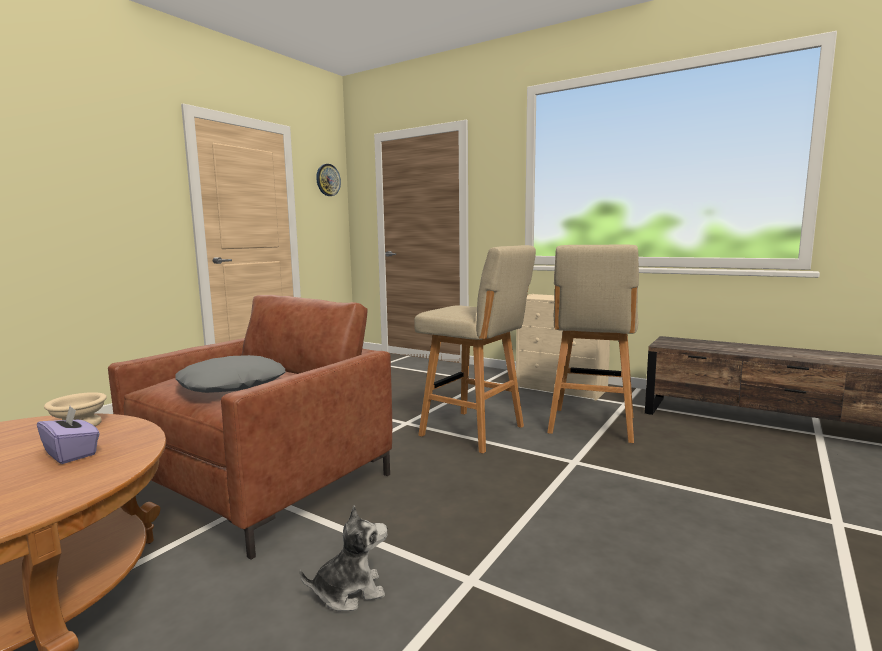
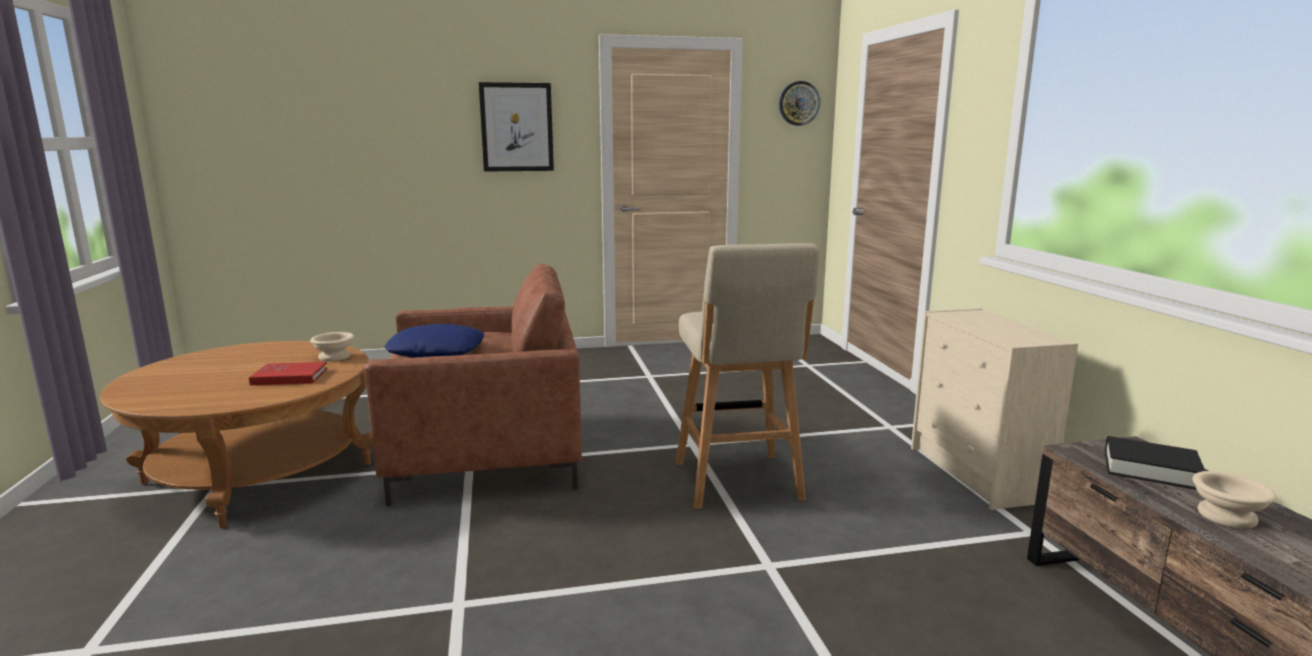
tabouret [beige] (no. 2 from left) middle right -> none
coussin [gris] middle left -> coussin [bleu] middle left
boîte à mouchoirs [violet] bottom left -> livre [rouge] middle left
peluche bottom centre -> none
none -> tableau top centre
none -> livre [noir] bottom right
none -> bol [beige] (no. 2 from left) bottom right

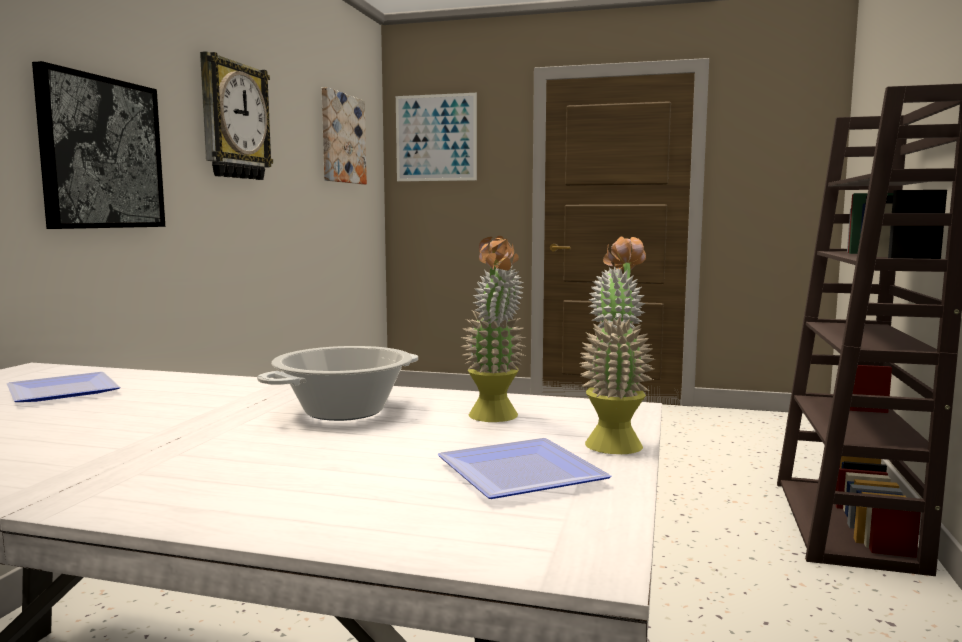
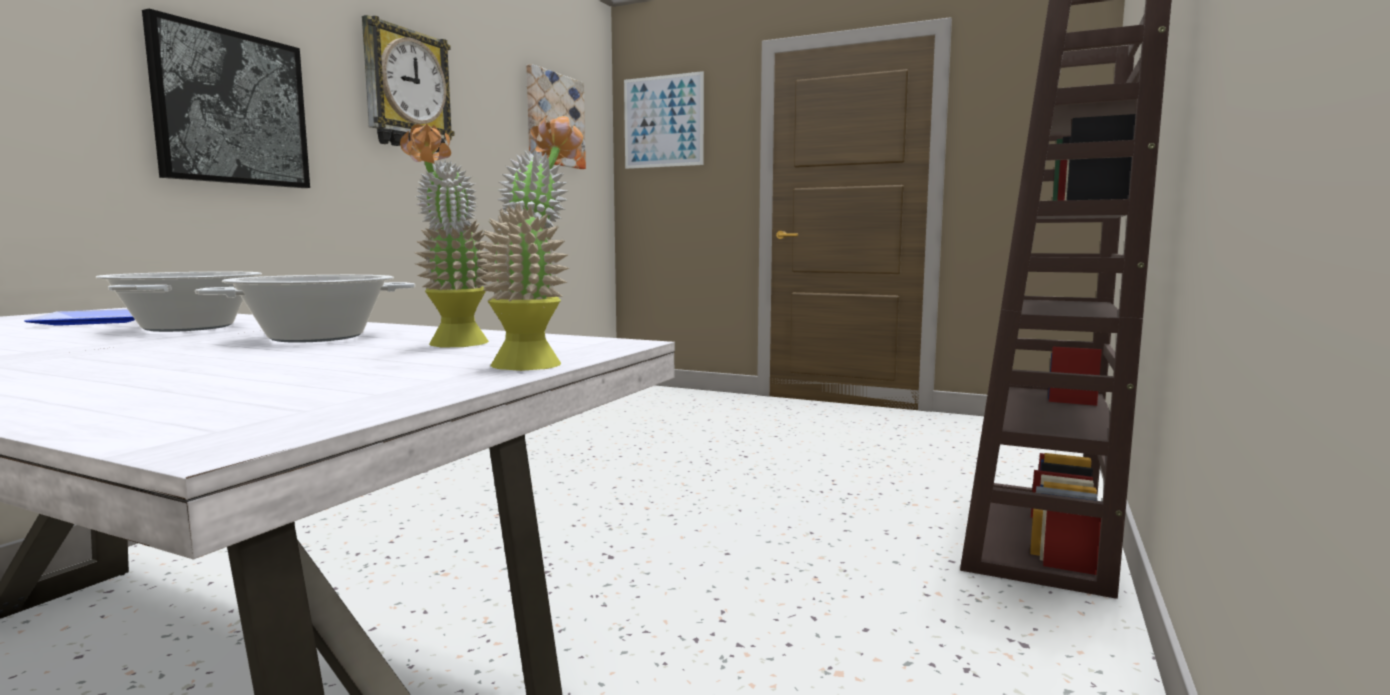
assiette (no. 2 from left) bottom centre -> none
none -> marmite (no. 1 from left) middle left

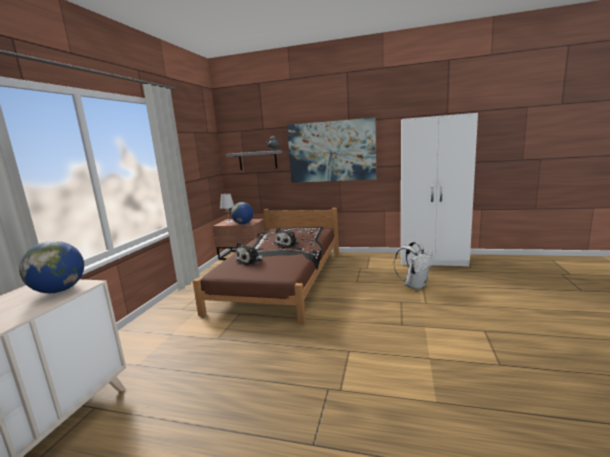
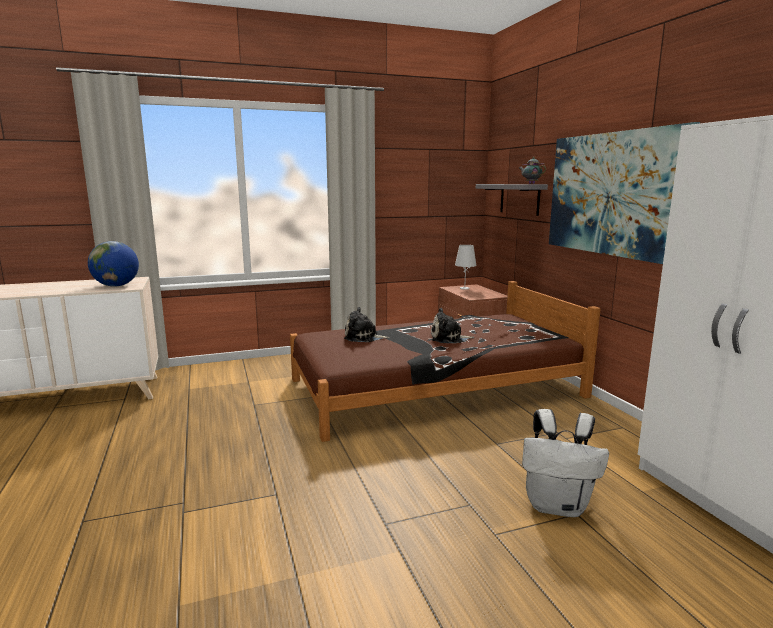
globe (no. 2 from left) centre -> none

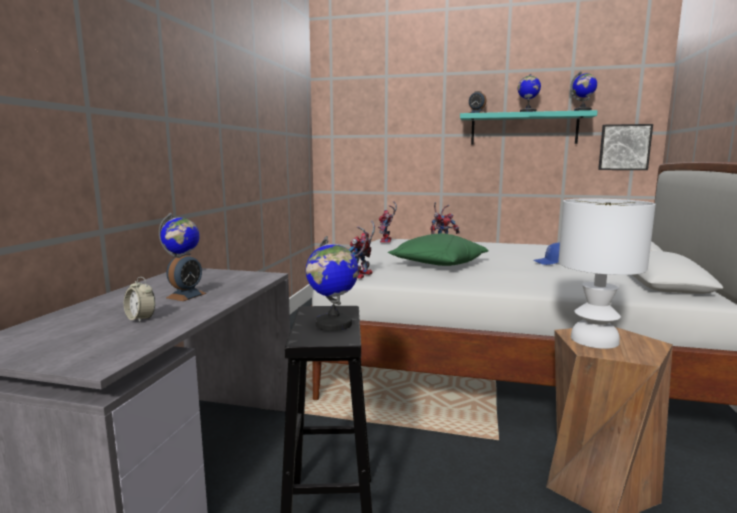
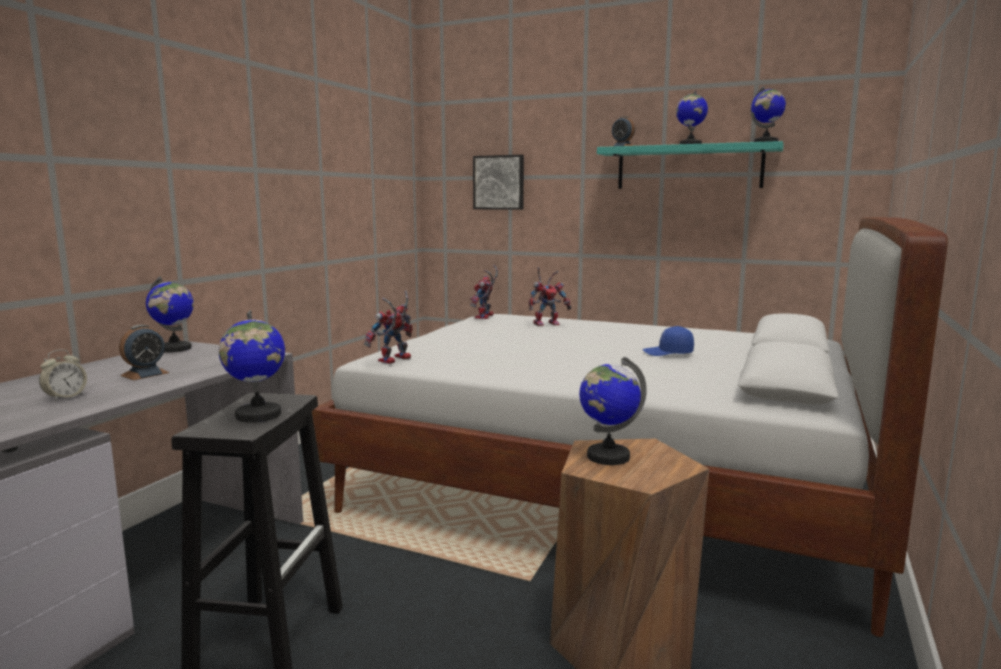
tableau top right -> tableau top centre, shifted
lampe de table [blanc] middle right -> globe (no. 3 from left) centre
coussin [vert] centre -> none
réveil (no. 1 from left) middle left, 105 degrees counterclockwise

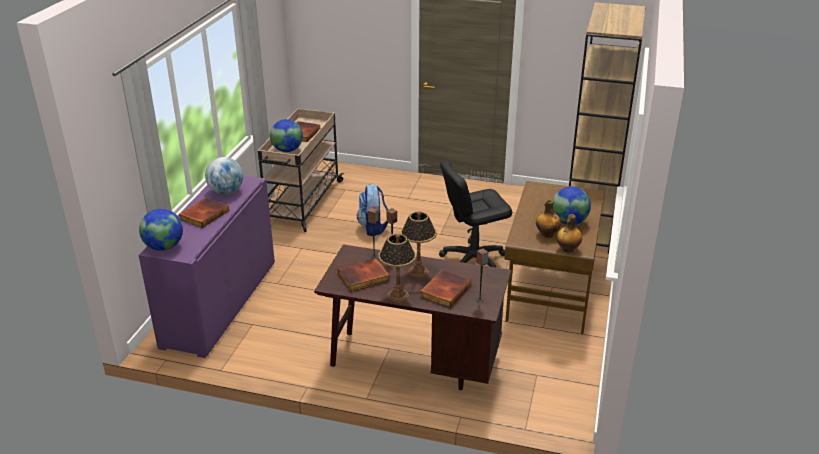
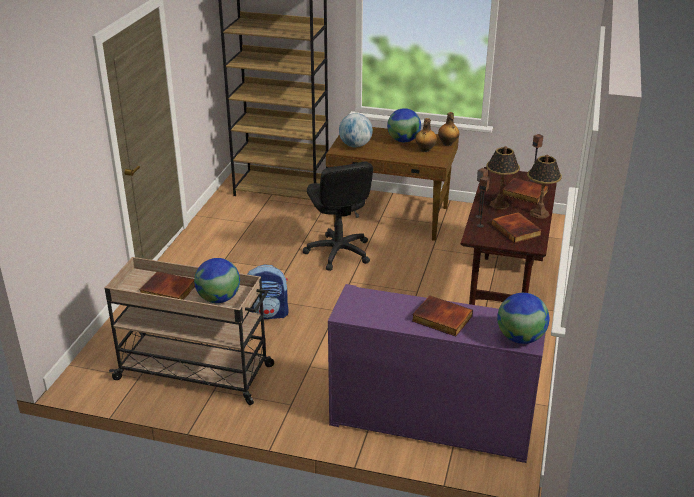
globe (no. 2 from left) middle left -> globe (no. 2 from left) top centre, shifted

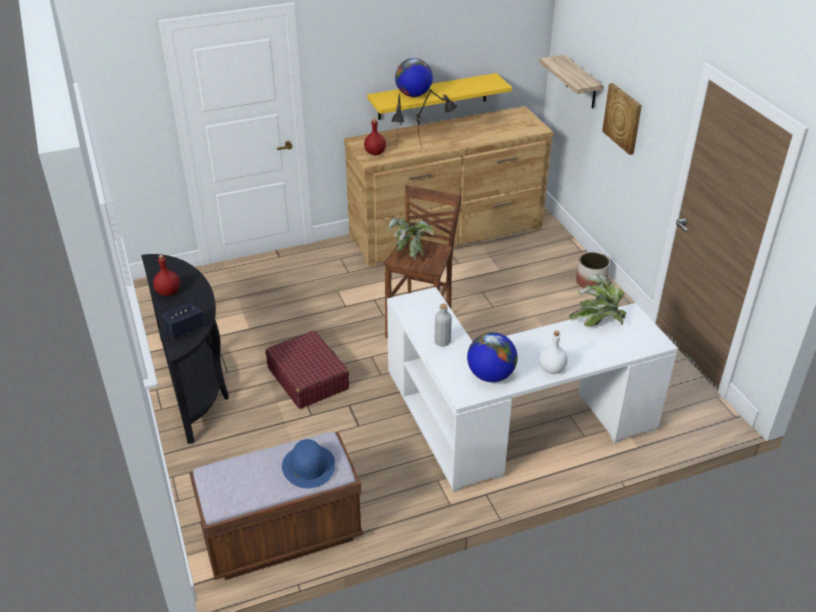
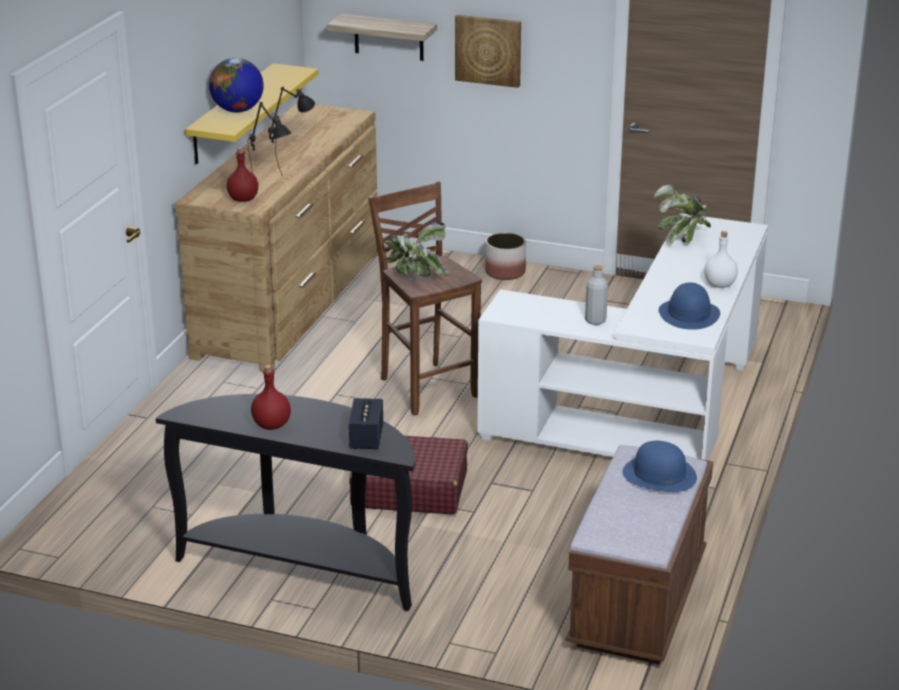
globe (no. 2 from left) centre -> chapeau [bleu] (no. 2 from left) middle right

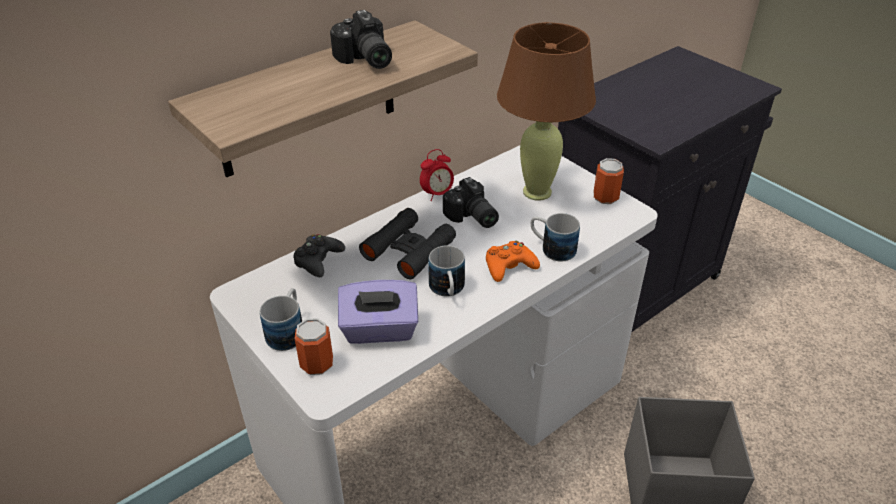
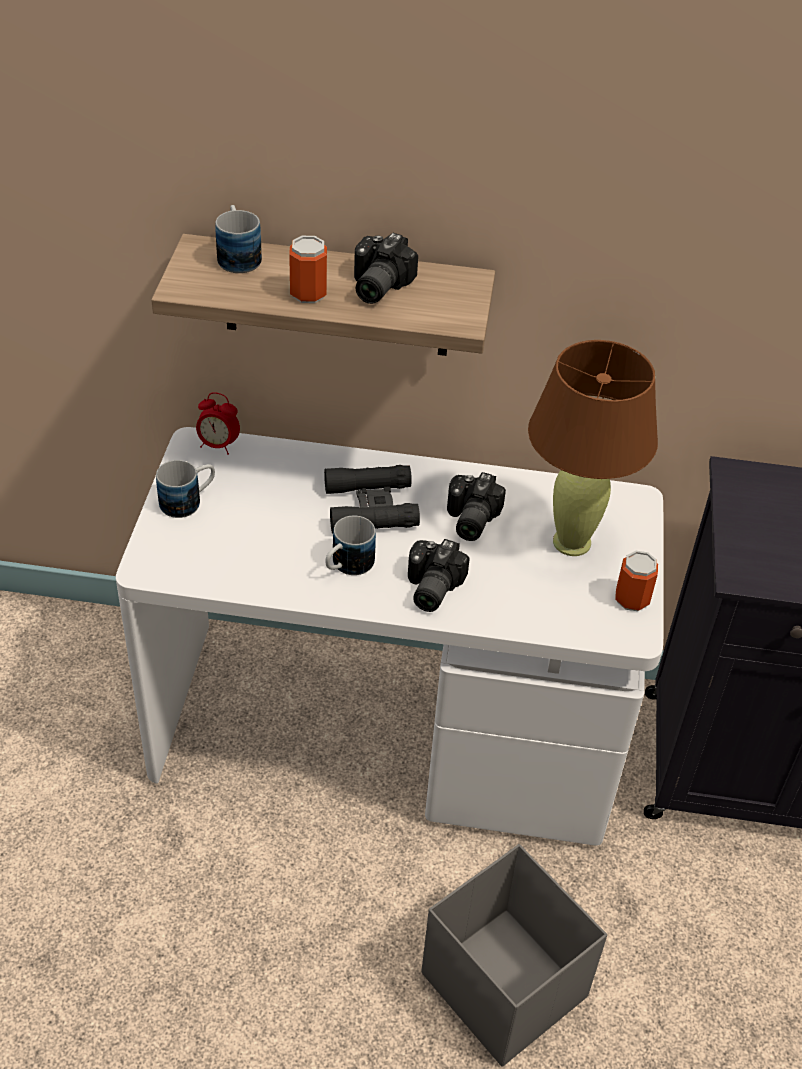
réveil centre -> réveil middle left, shifted
mug (no. 3 from left in the first image) centre -> mug (no. 2 from left) top left, shifted
manette [noir] centre -> none
manette [orange] centre -> appareil photo (no. 2 from left) centre
boîte à mouchoirs [violet] centre -> none
boîte métallique (no. 1 from left) bottom centre -> boîte métallique (no. 1 from left) top centre, shifted

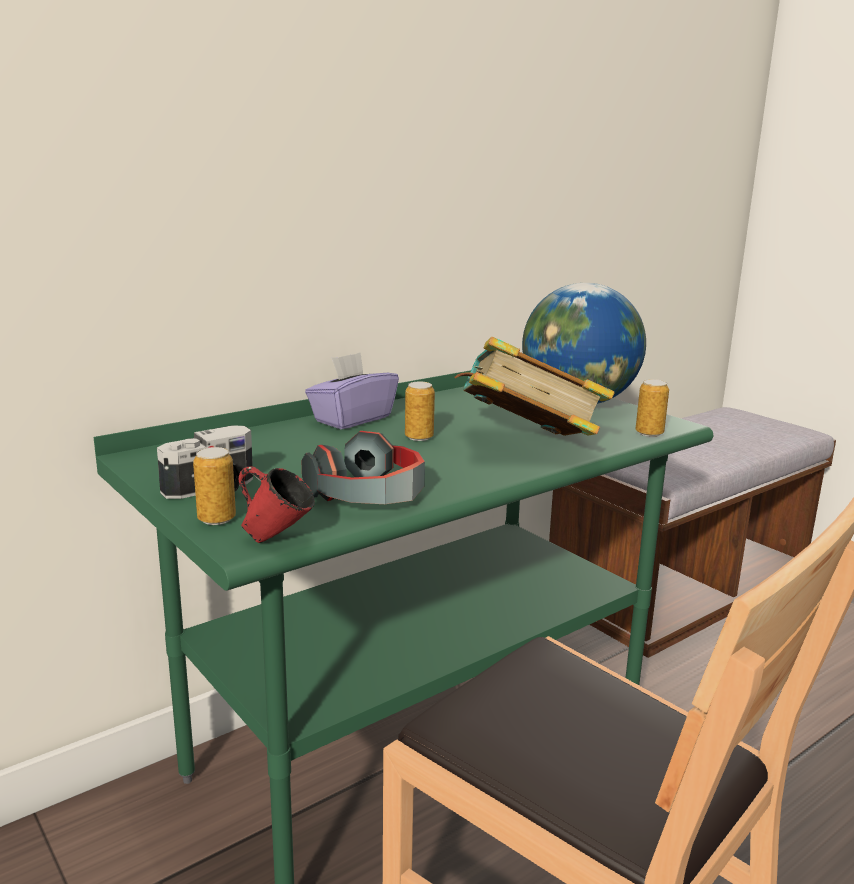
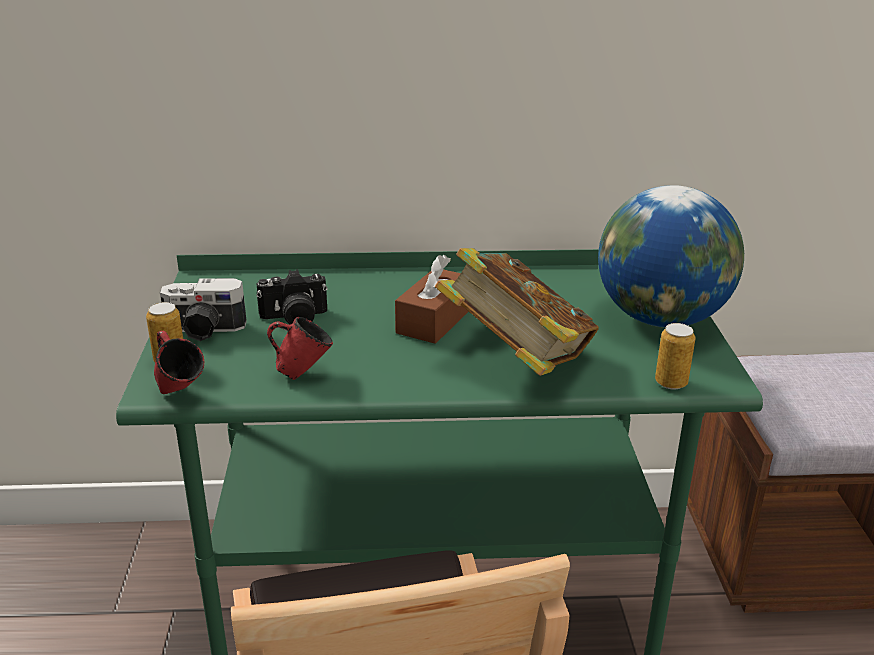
boîte à mouchoirs [violet] centre -> none
boîte métallique (no. 2 from left) centre -> boîte à mouchoirs [marron] centre
casque audio centre -> mug [rouge] (no. 2 from left) centre
none -> appareil photo (no. 2 from left) middle left

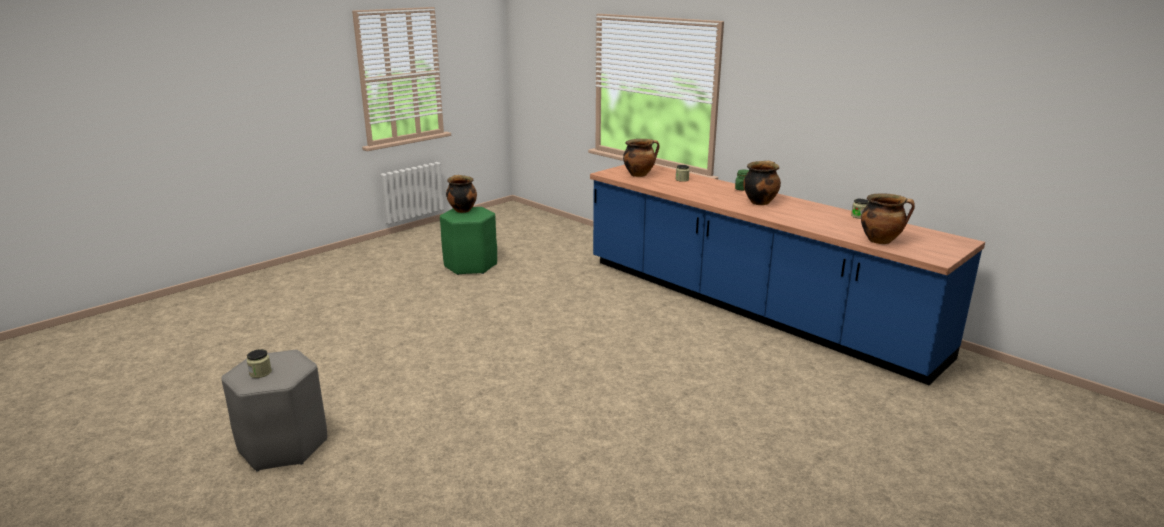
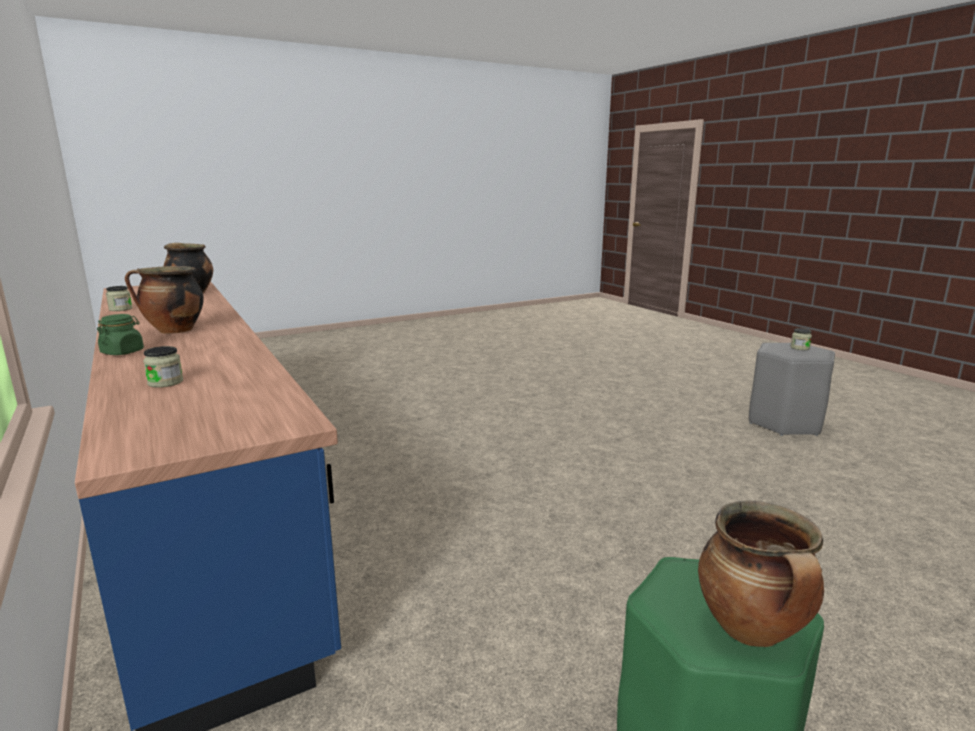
marmite (no. 2 from left) top centre -> none

